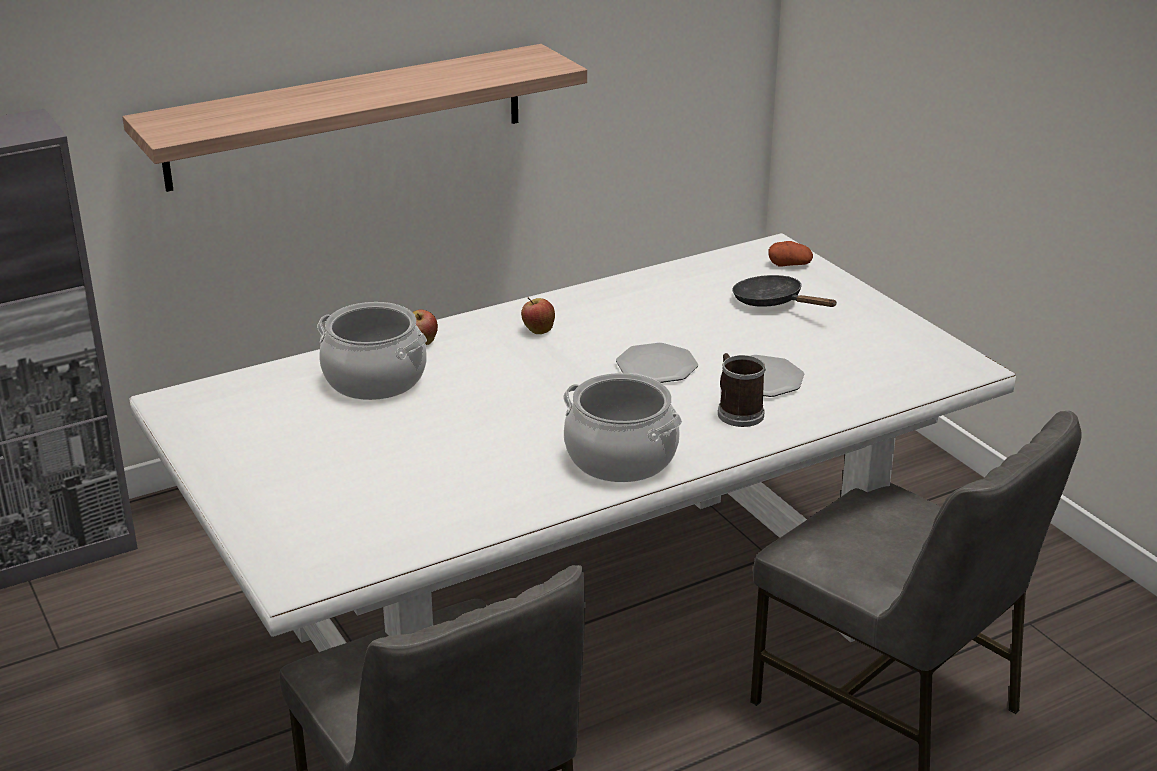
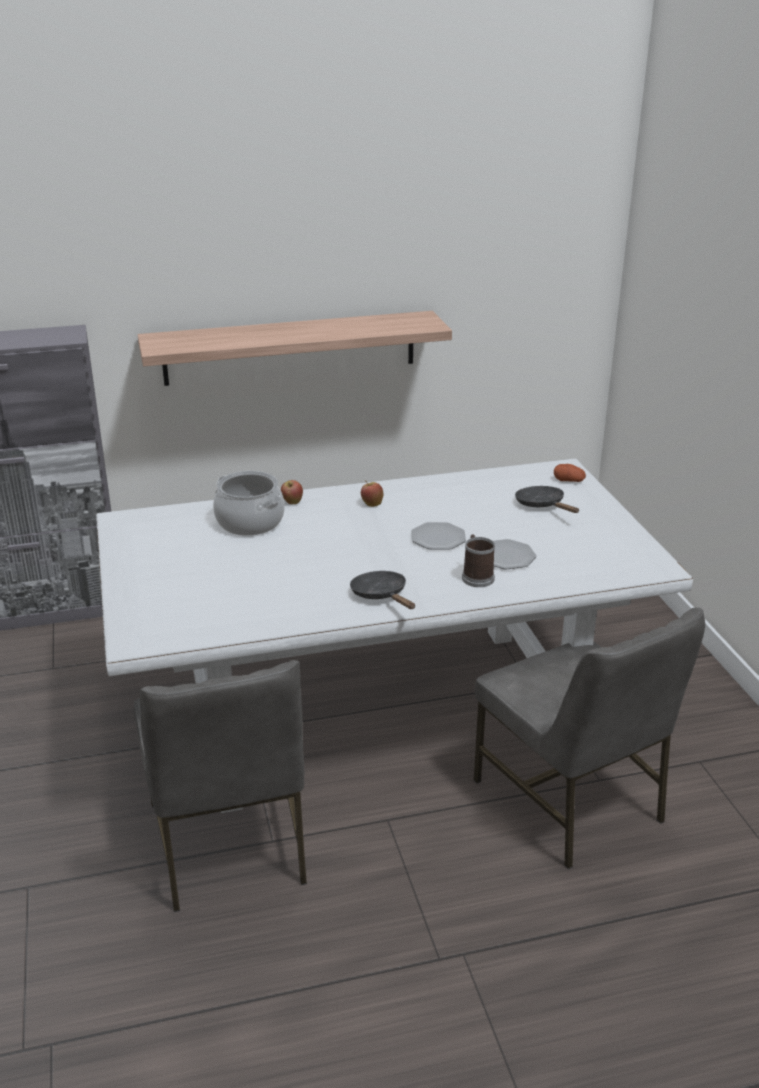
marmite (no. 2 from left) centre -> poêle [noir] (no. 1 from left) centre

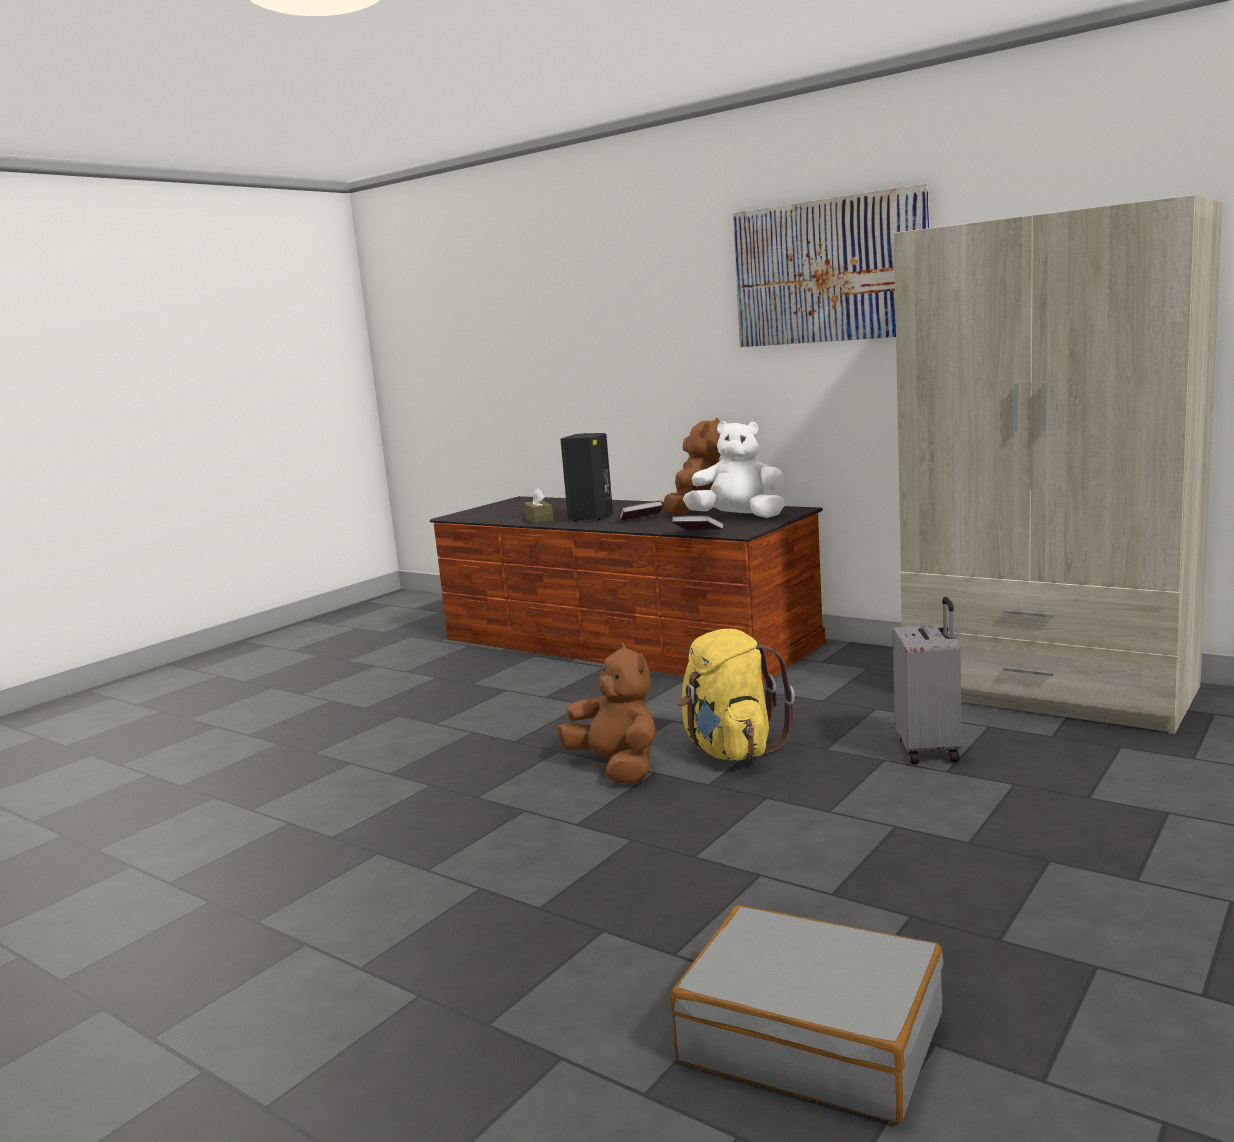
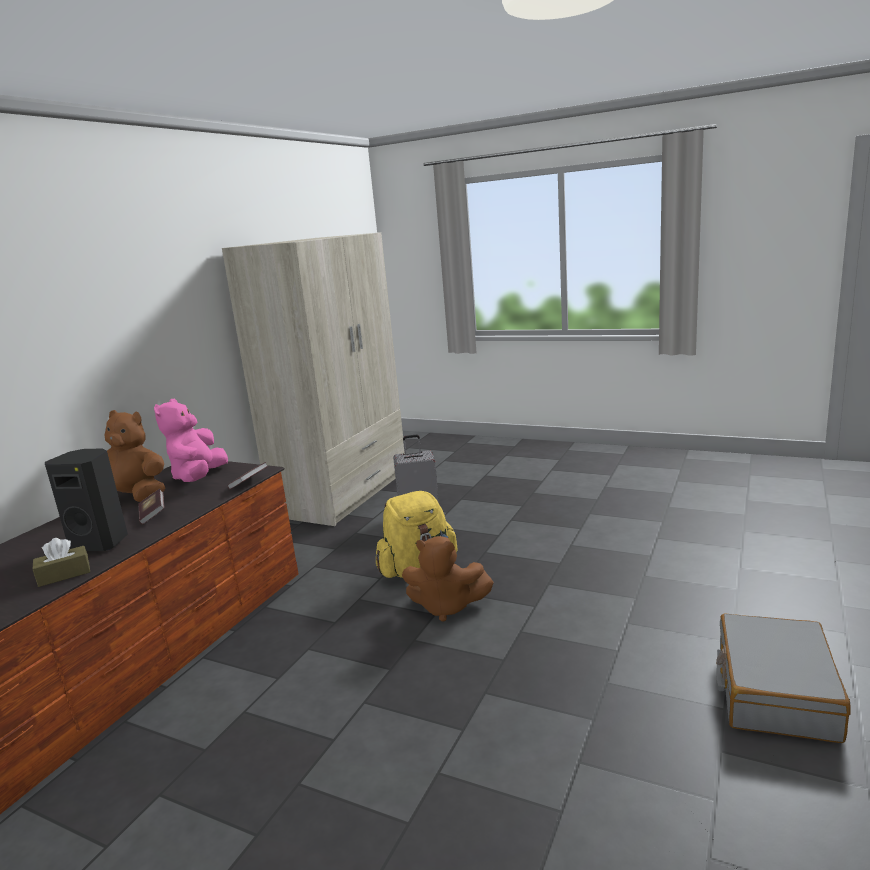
tableau top right -> none
peluche [blanc] centre -> peluche [rose] middle left
peluche [marron] (no. 1 from left in the first image) centre -> peluche [marron] (no. 2 from left) centre, 120 degrees counterclockwise
valise [gris] (no. 1 from left in the first image) bottom centre -> valise [gris] (no. 2 from left) bottom right, shifted

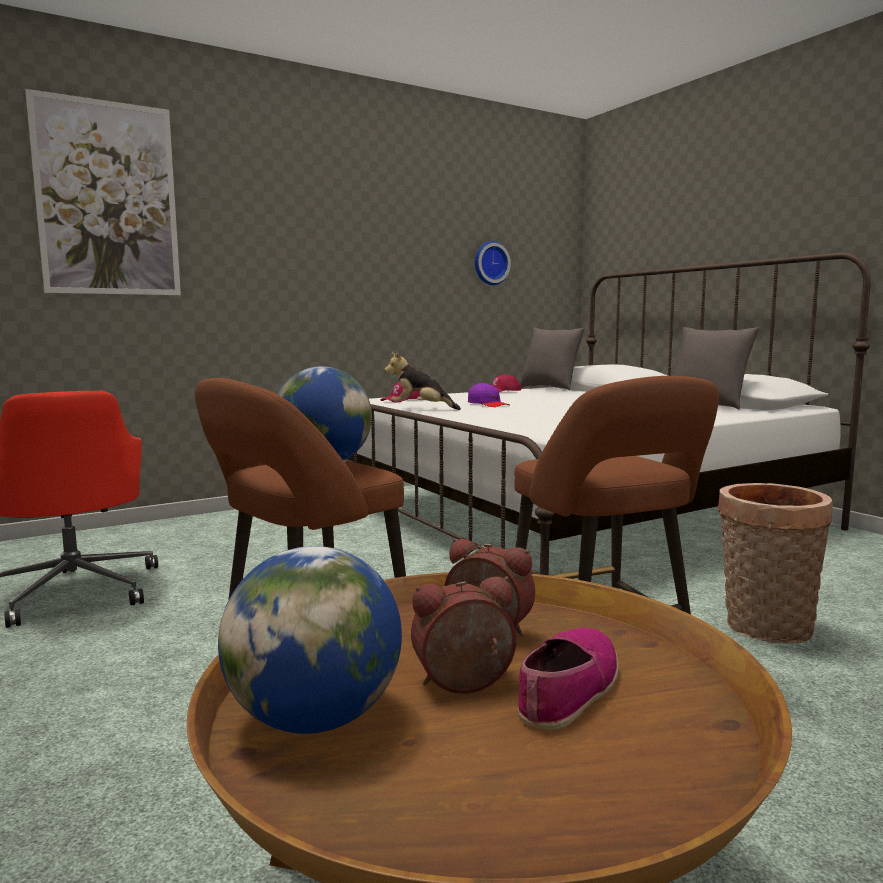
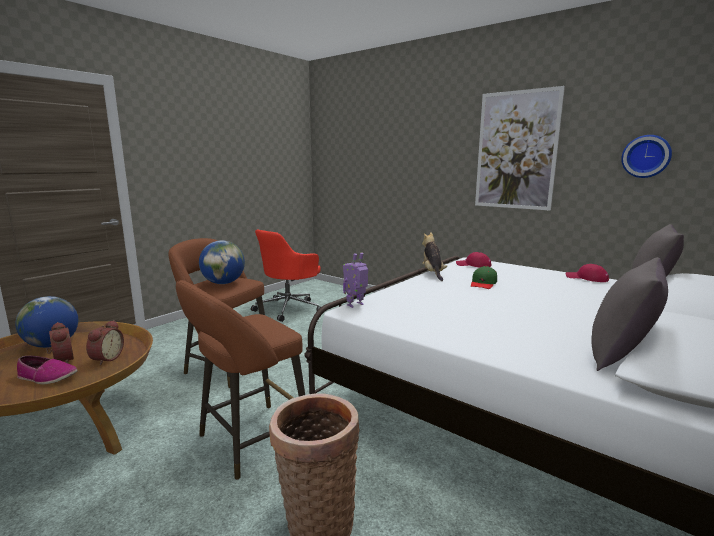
tableau top left -> tableau top right, shifted
casquette [violet] centre -> casquette [vert] middle right
none -> robot jouet centre

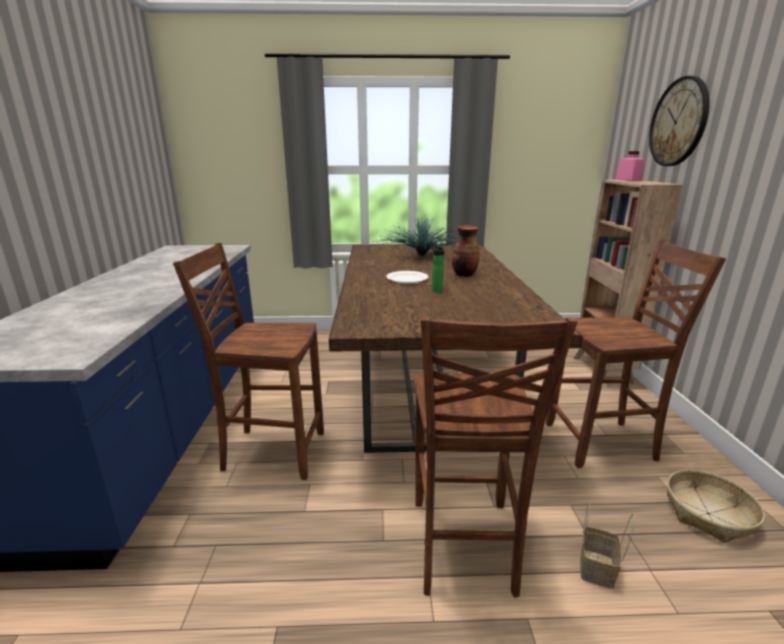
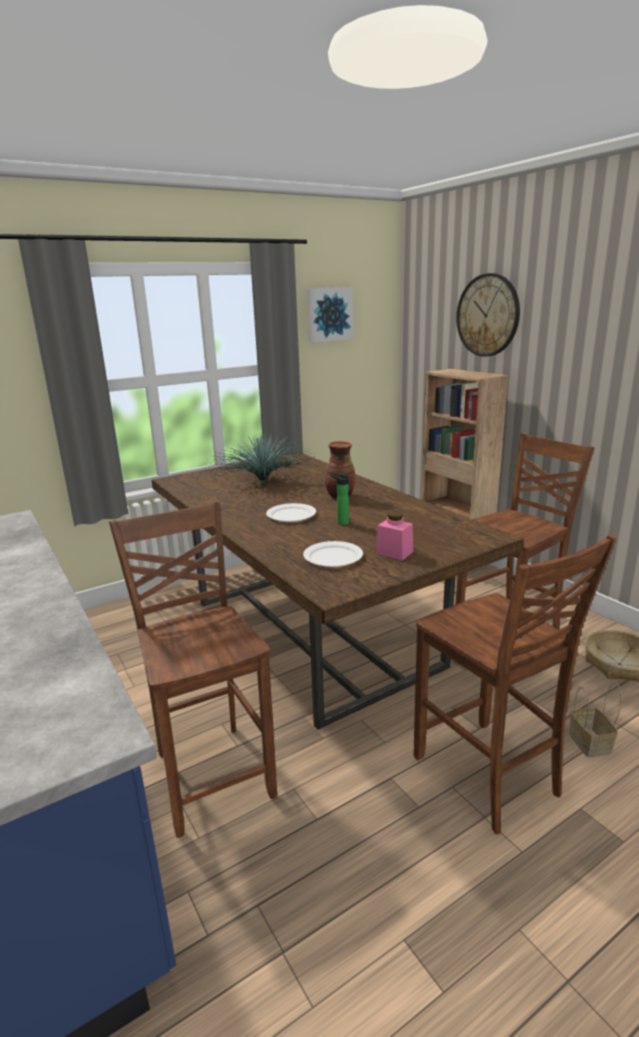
bocal [rose] top right -> bocal [rose] centre, shifted
chaise [marron] (no. 1 from left) middle left, 90 degrees clockwise
none -> tableau top centre
none -> assiette [blanc] (no. 2 from left) centre

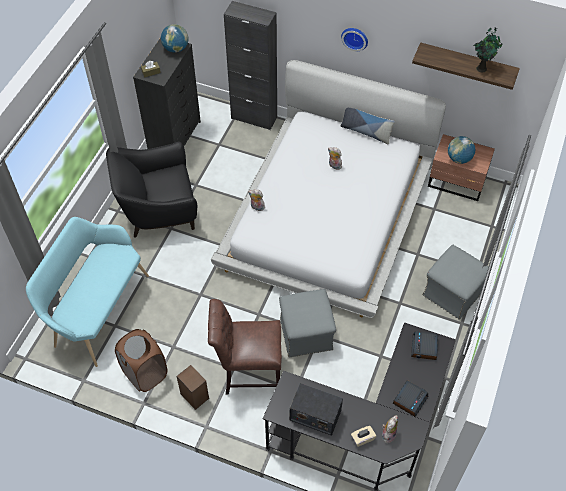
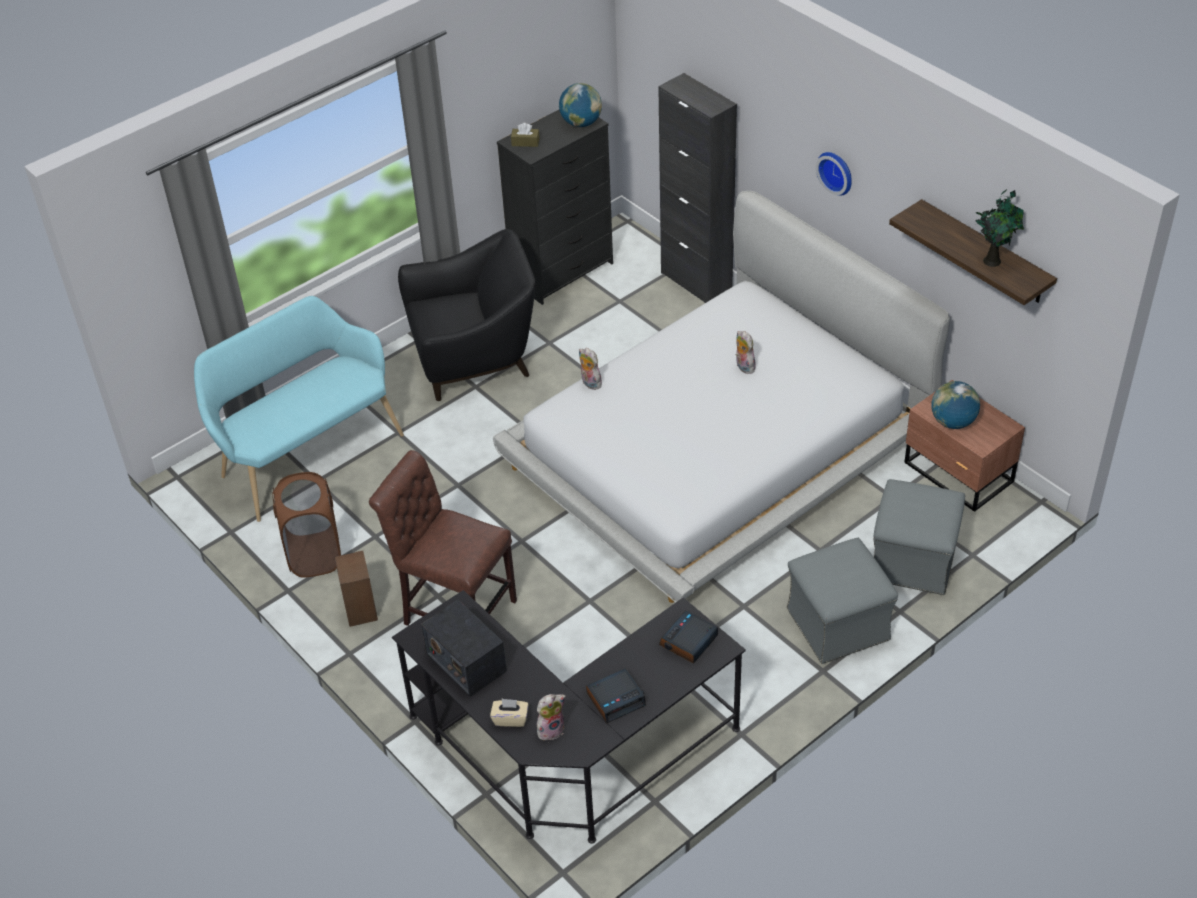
coussin top centre -> none
fauteuil [noir] middle left -> fauteuil [noir] centre, 150 degrees clockwise
pouf [gris] (no. 1 from left in the first image) centre -> pouf [gris] (no. 2 from left) middle right, shifted

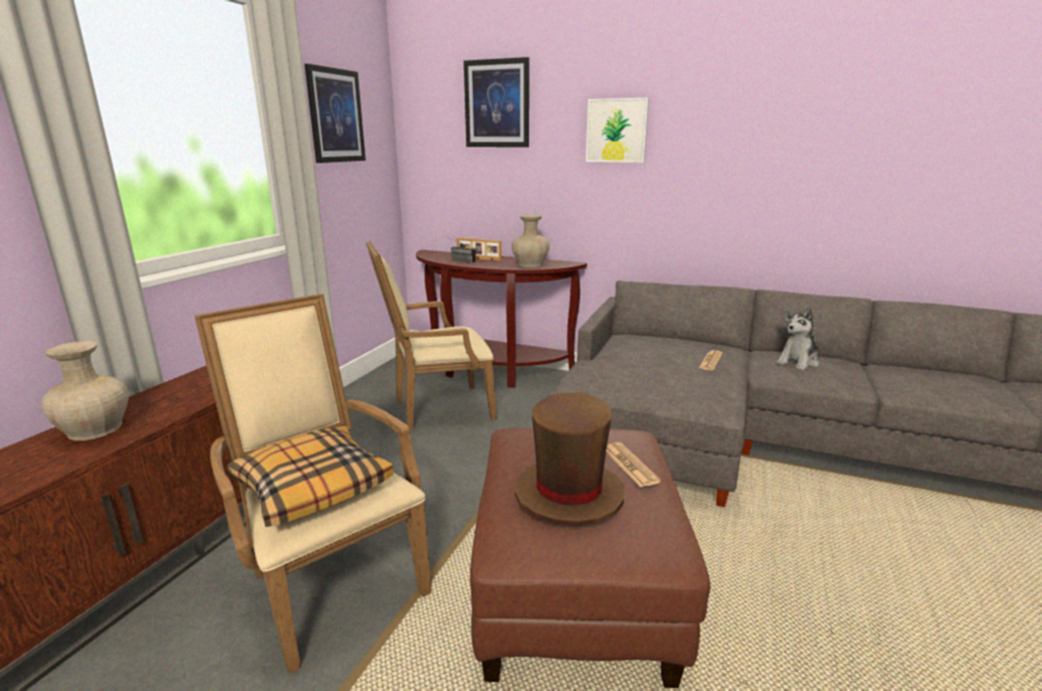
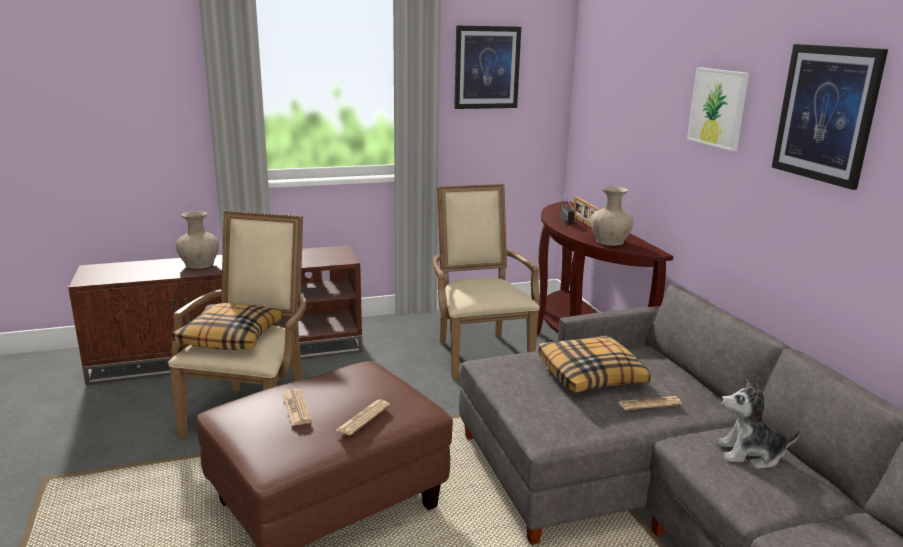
tableau (no. 2 from left in the first image) top centre -> tableau (no. 3 from left) top right, shifted
fauteuil [beige] (no. 2 from left) centre, 45 degrees clockwise
chapeau [marron] centre -> journal (no. 1 from left) bottom left
none -> coussin (no. 2 from left) centre

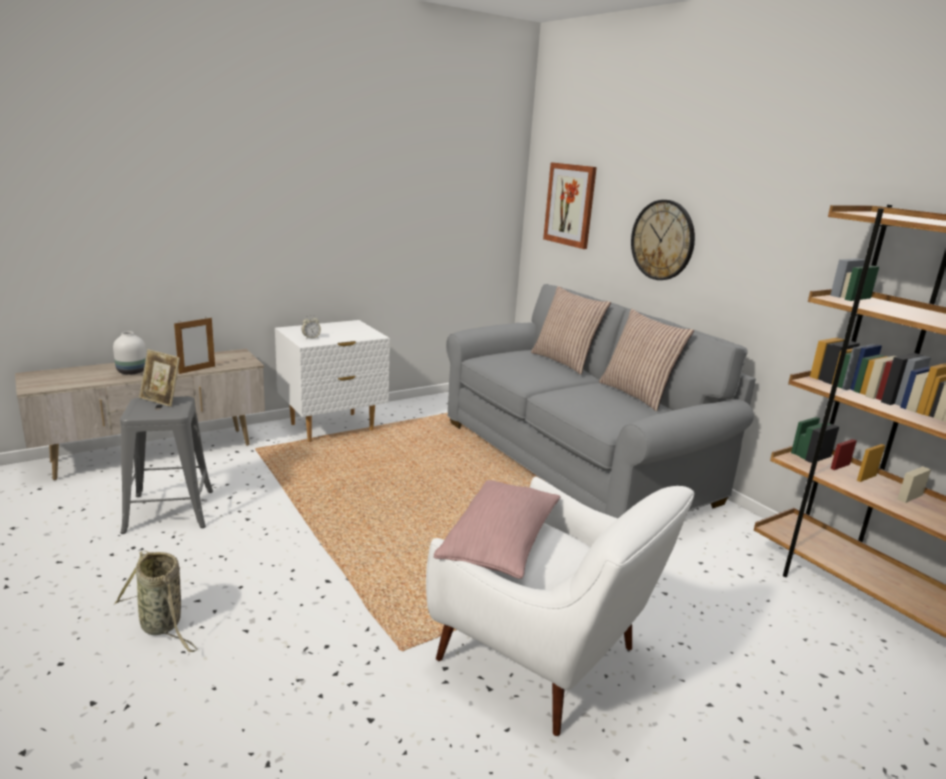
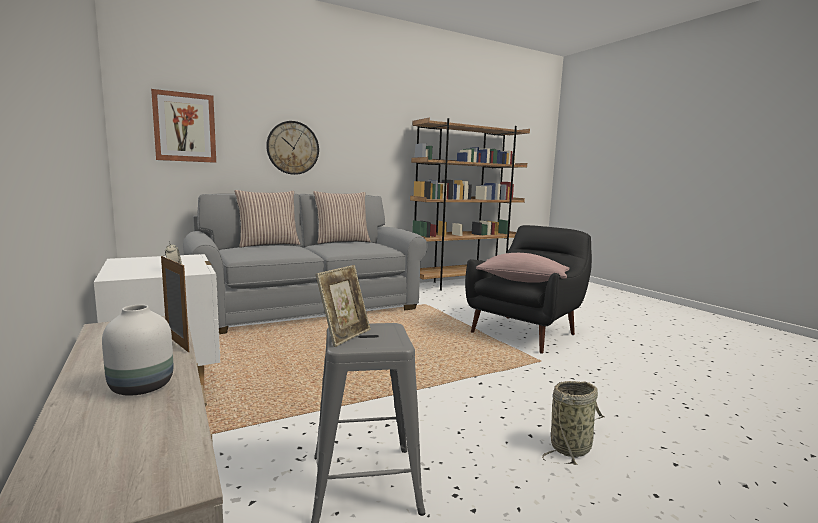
fauteuil [blanc] bottom centre -> fauteuil [noir] centre

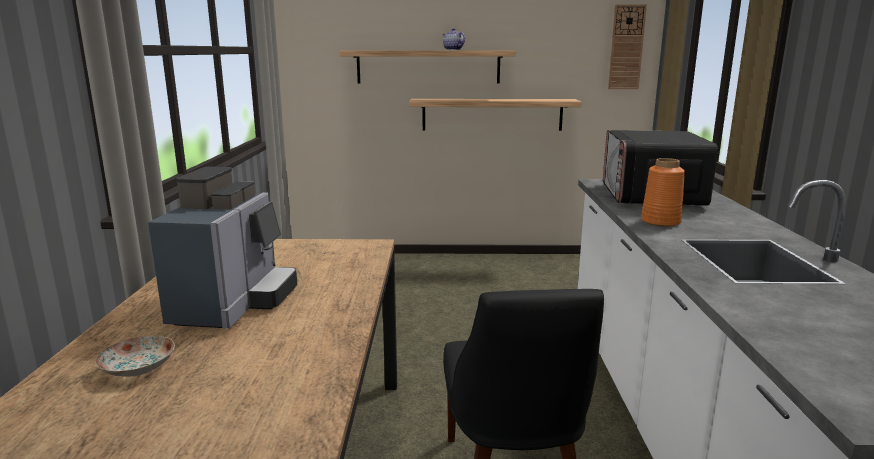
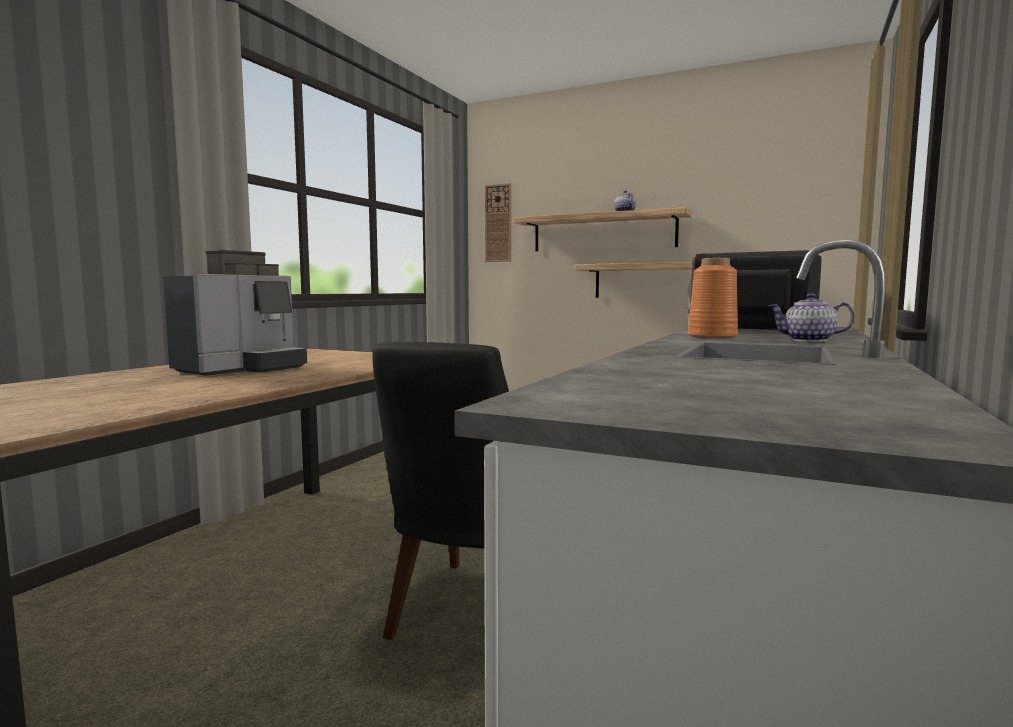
horloge murale top right -> horloge murale top centre, shifted
assiette bottom left -> none
none -> théière (no. 2 from left) middle right

